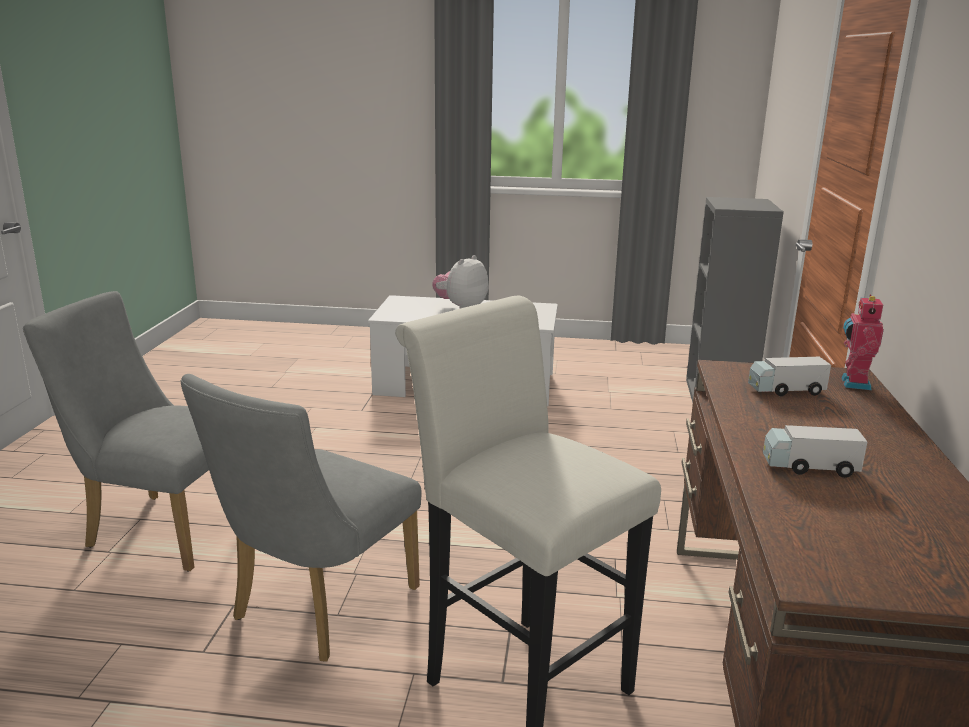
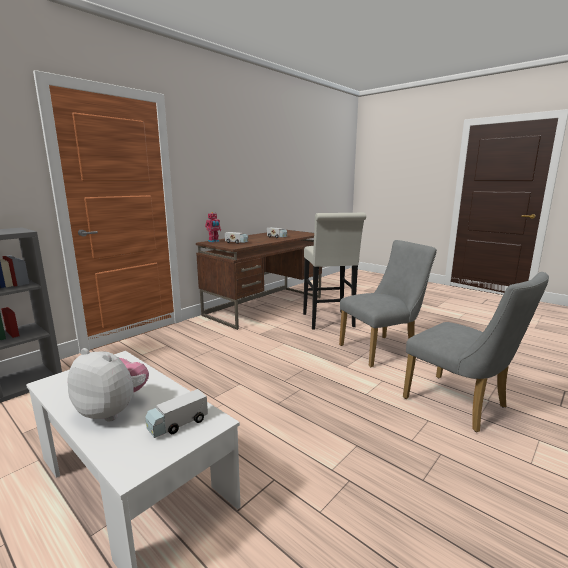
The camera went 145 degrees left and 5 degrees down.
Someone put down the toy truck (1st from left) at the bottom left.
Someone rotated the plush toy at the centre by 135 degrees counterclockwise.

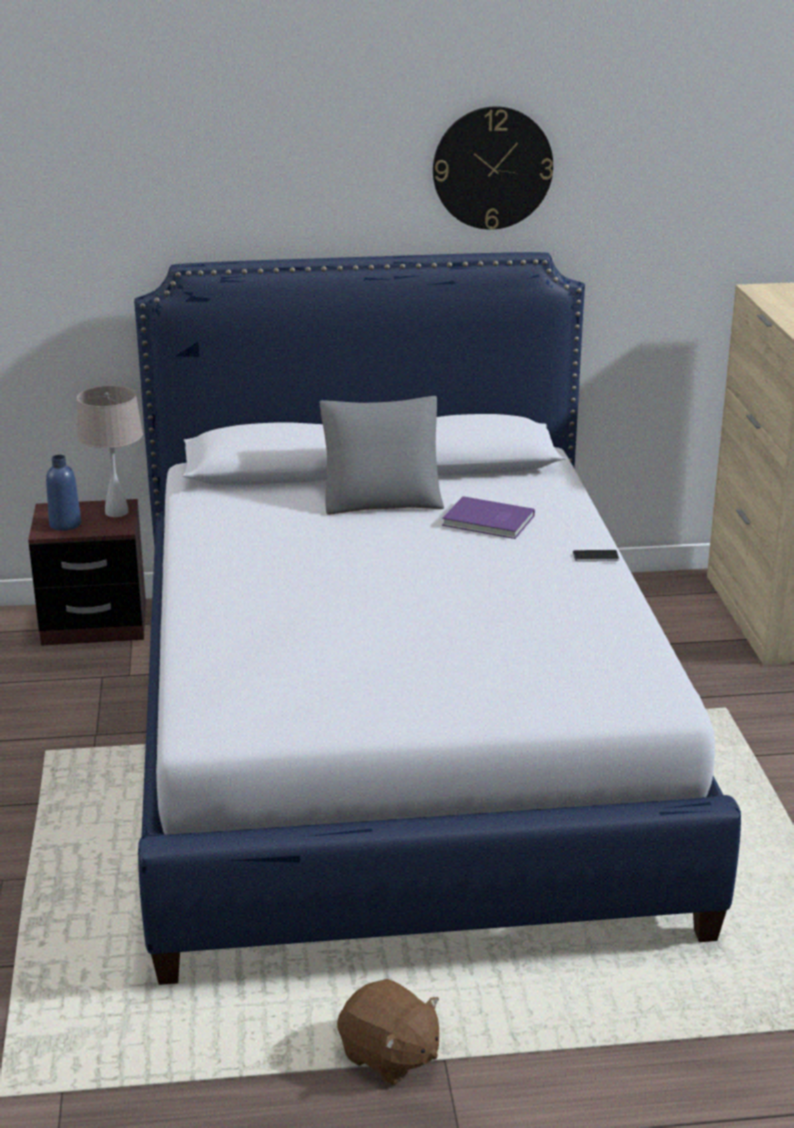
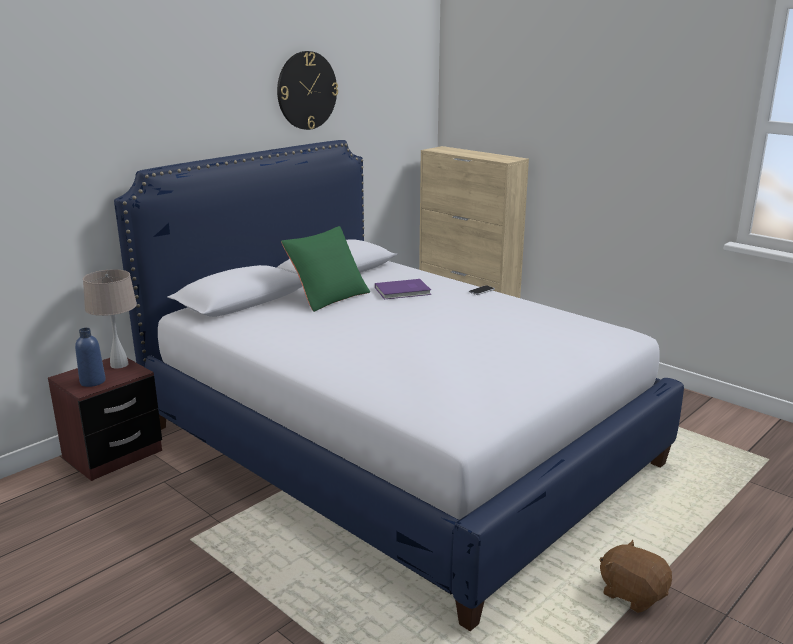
The camera went 40 degrees left and 5 degrees down.
Someone repainted the grey pillow at the centre, which became the green pillow at the centre.
Someone rotated the brown plush toy at the bottom centre by 135 degrees counterclockwise.

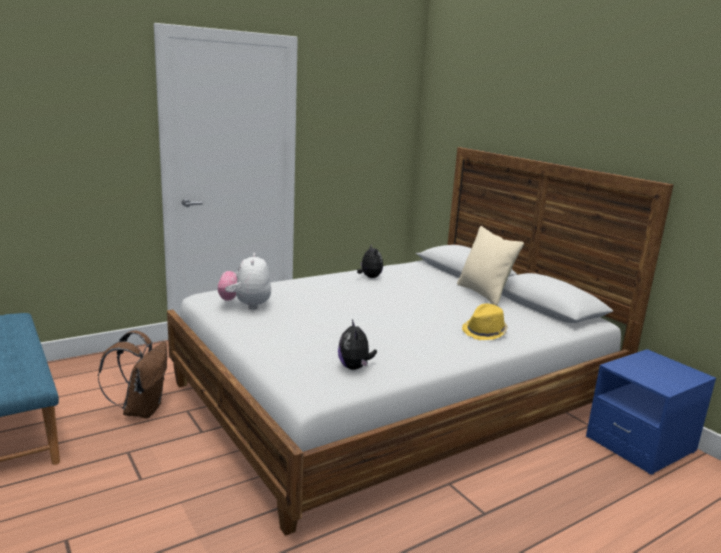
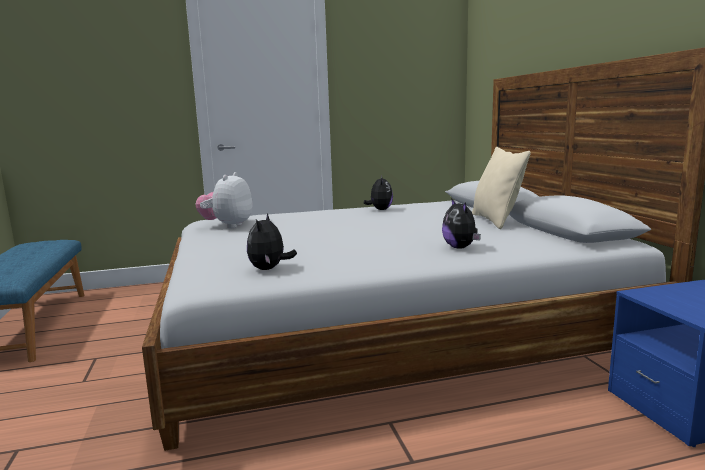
The camera went 20 degrees right and 5 degrees down.
Someone took away the brown backpack at the bottom left.
Someone swapped the yellow hat at the middle right for the plush toy (4th from left) at the centre.

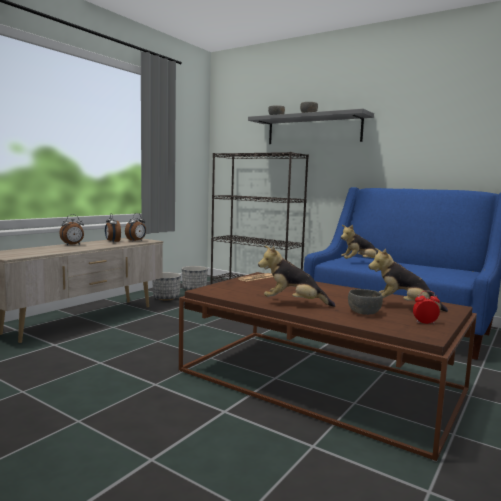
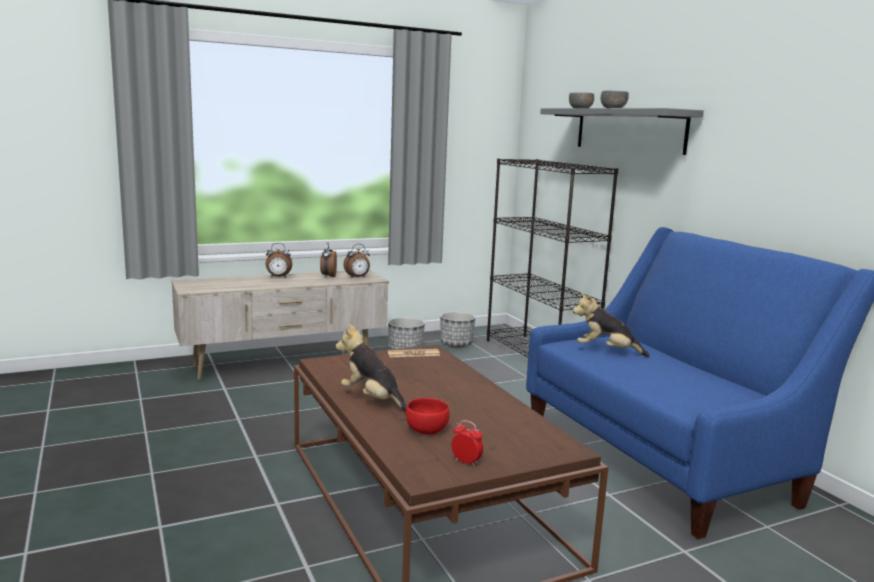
The camera went 30 degrees right and 5 degrees up.
Someone took away the plush toy (3rd from left) at the middle right.
Someone repainted the grey bowl (3rd from left) at the middle right, which became the red bowl at the bottom centre.

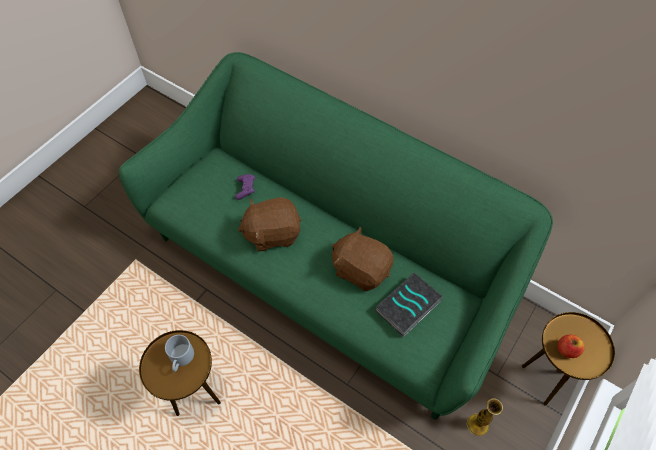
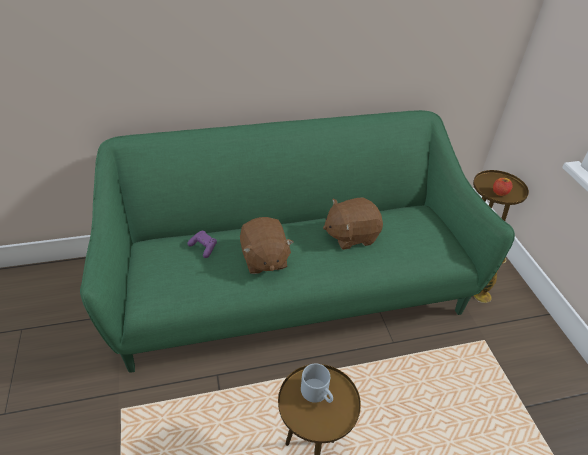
The camera went 50 degrees left and 15 degrees down.
Someone took away the book at the bottom centre.
Someone rotated the brown plush toy (1st from left) at the centre by 45 degrees counterclockwise.

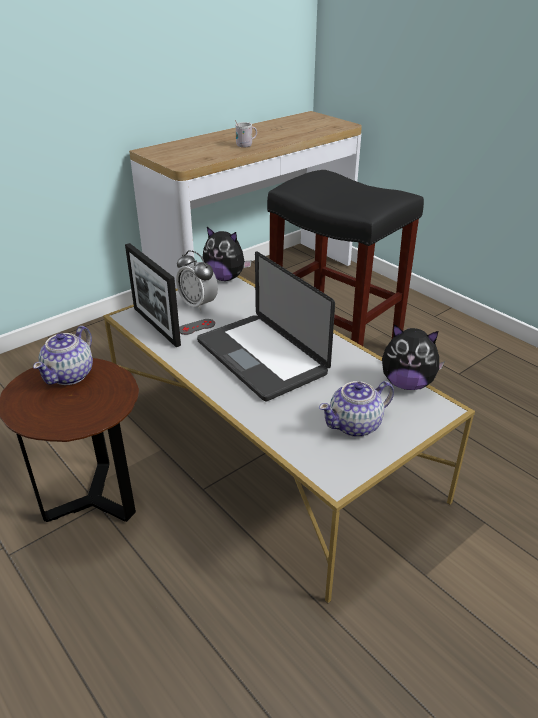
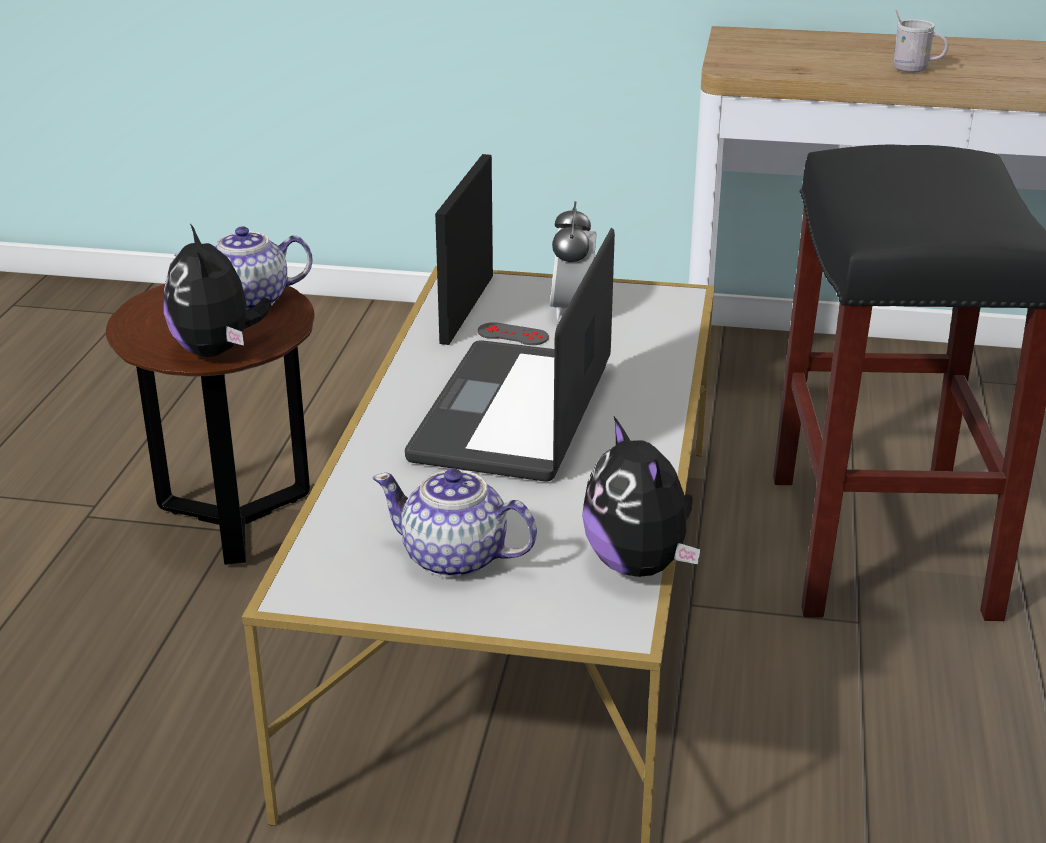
The camera went 50 degrees right and 5 degrees down.
Someone carried the plush toy (1st from left) from the centre to the middle left.

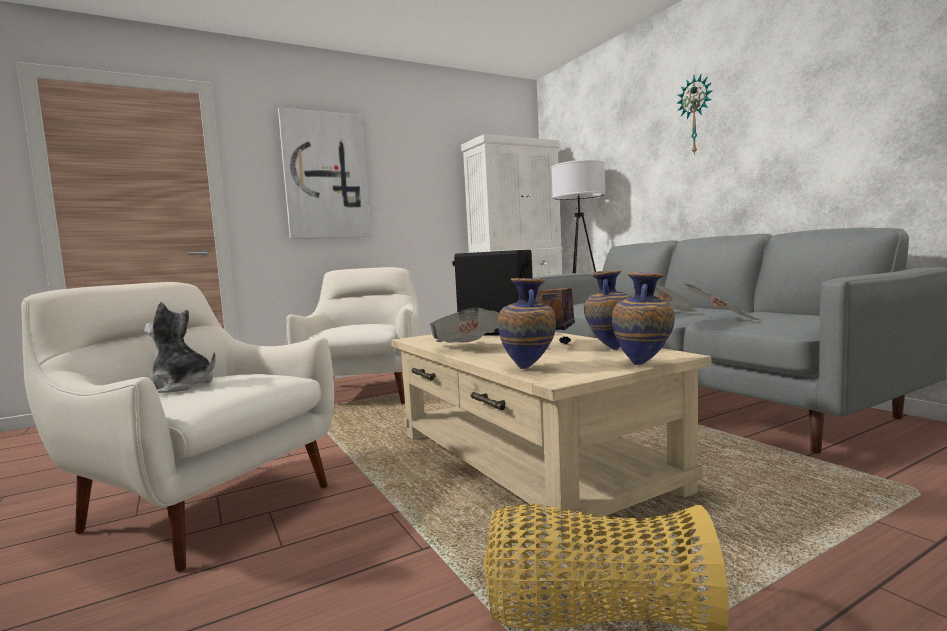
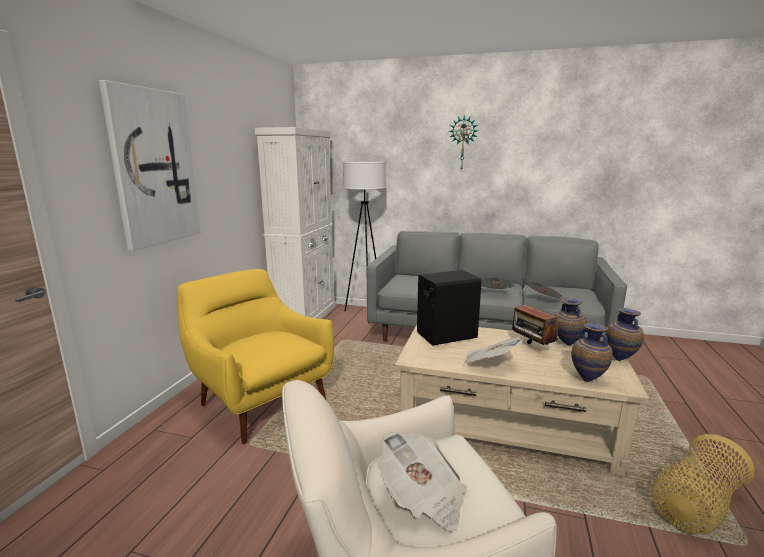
The camera went 45 degrees left and 10 degrees up.
Someone swapped the plush toy at the middle left for the newspaper (1st from left) at the bottom centre.
Someone repainted the white armchair (2nd from left) at the centre, which became the yellow armchair at the centre.

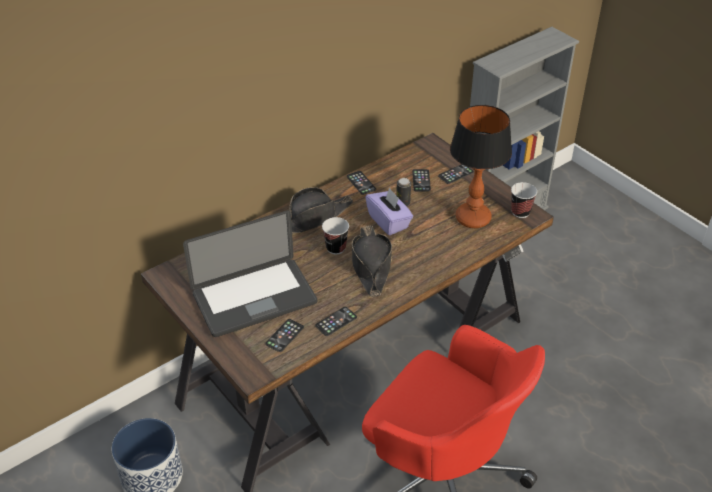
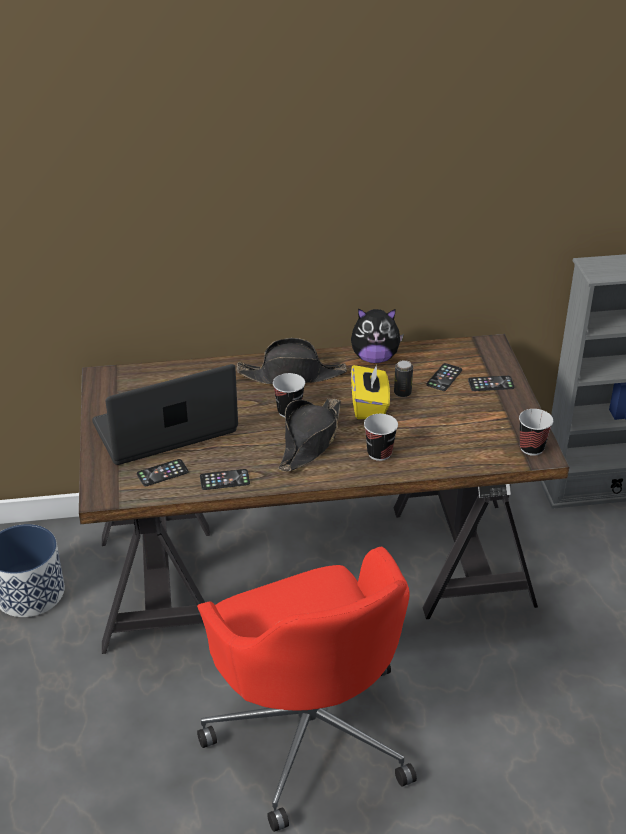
The camera went 30 degrees right and 5 degrees down.
Someone took away the table lamp at the middle right.
Someone put down the cup (2nd from left) at the centre.
Someone swapped the phone (3rd from left) at the centre for the plush toy at the centre.
Someone repainted the purple tissue box at the centre, which became the yellow tissue box at the centre.
Someone rotated the laptop at the centre by 150 degrees clockwise.

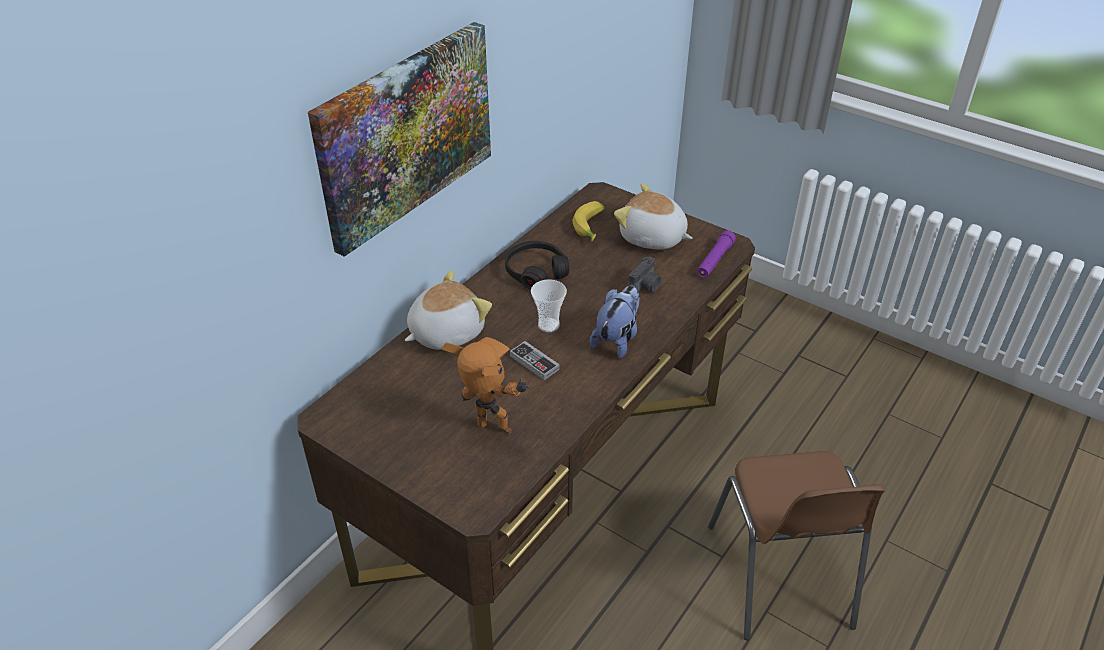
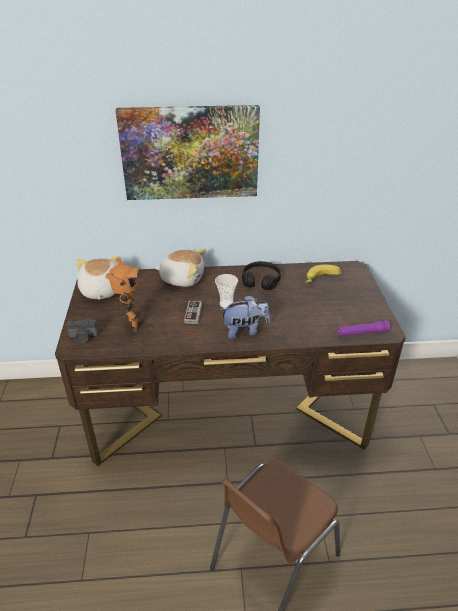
The camera went 50 degrees right and 5 degrees down.
Someone carried the plush toy (3rd from left in the first image) from the top centre to the middle left.
Someone carried the photo camera from the centre to the middle left.

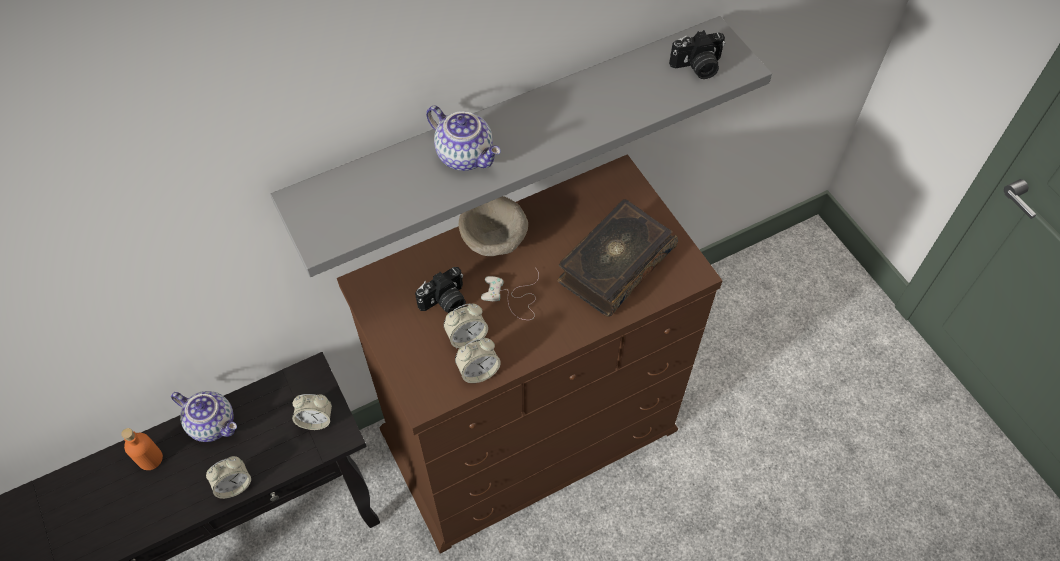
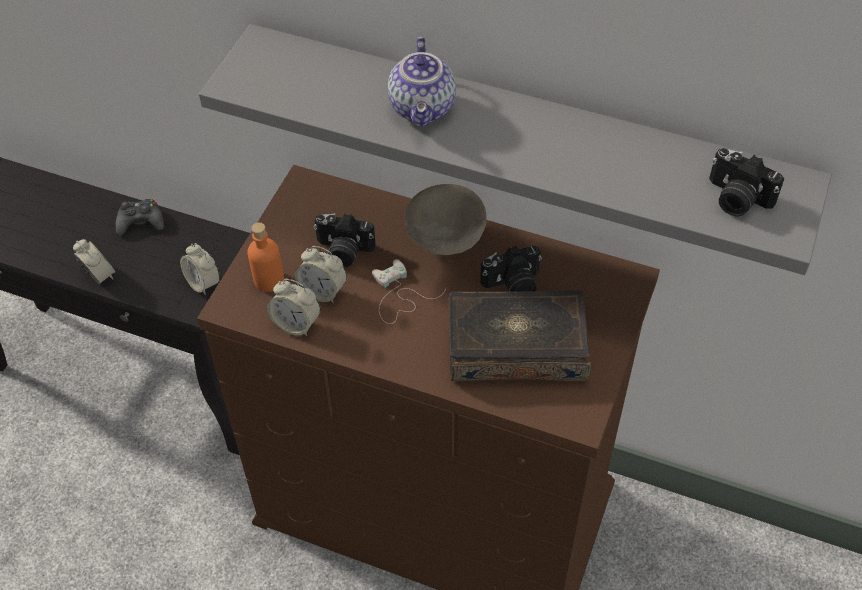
The camera went 50 degrees right and 5 degrees down.
Someone put down the photo camera (2nd from left) at the centre.
Someone carried the orange bottle from the bottom left to the middle left.
Someone swapped the teapot (1st from left) at the bottom left for the black game controller at the middle left.
Someone rotated the alarm clock (1st from left) at the bottom left by 150 degrees counterclockwise.

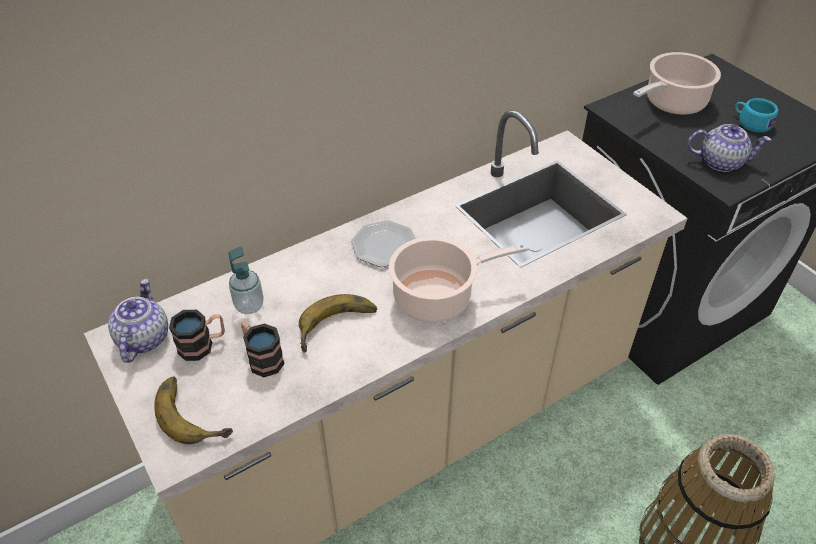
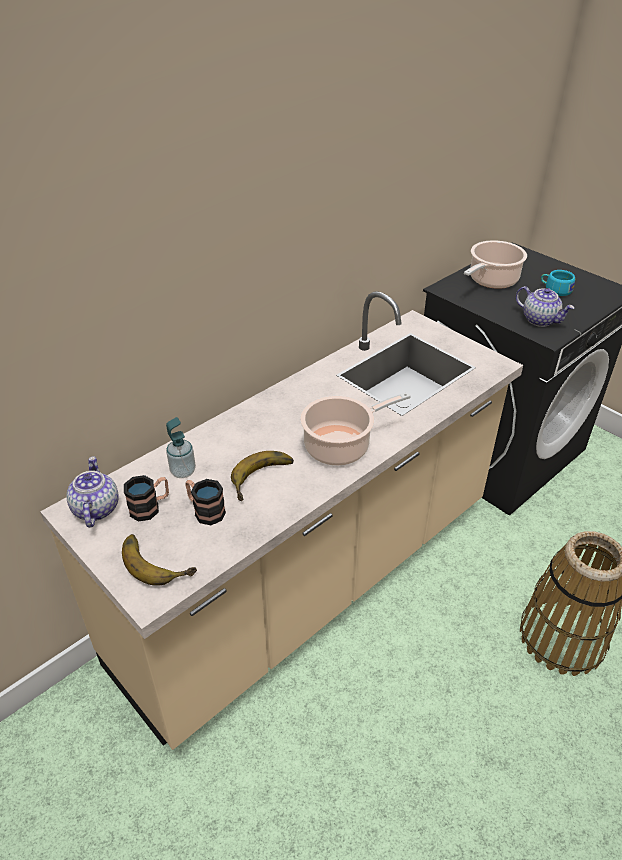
The camera went 10 degrees left and 5 degrees down.
Someone took away the plate at the centre.
Someone rotated the teapot (2nd from left) at the top right by 45 degrees clockwise.

